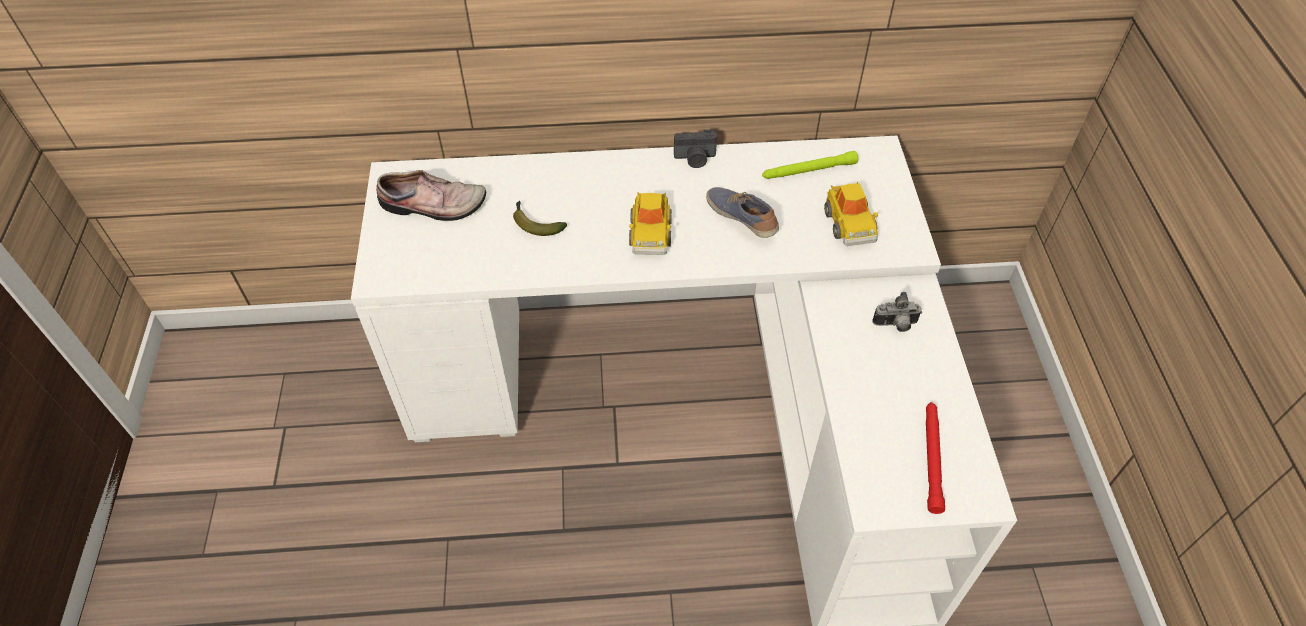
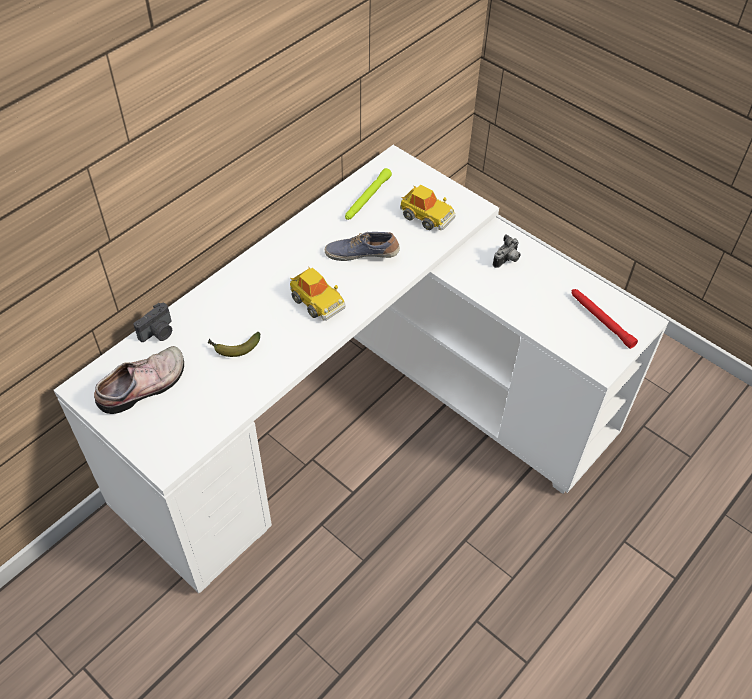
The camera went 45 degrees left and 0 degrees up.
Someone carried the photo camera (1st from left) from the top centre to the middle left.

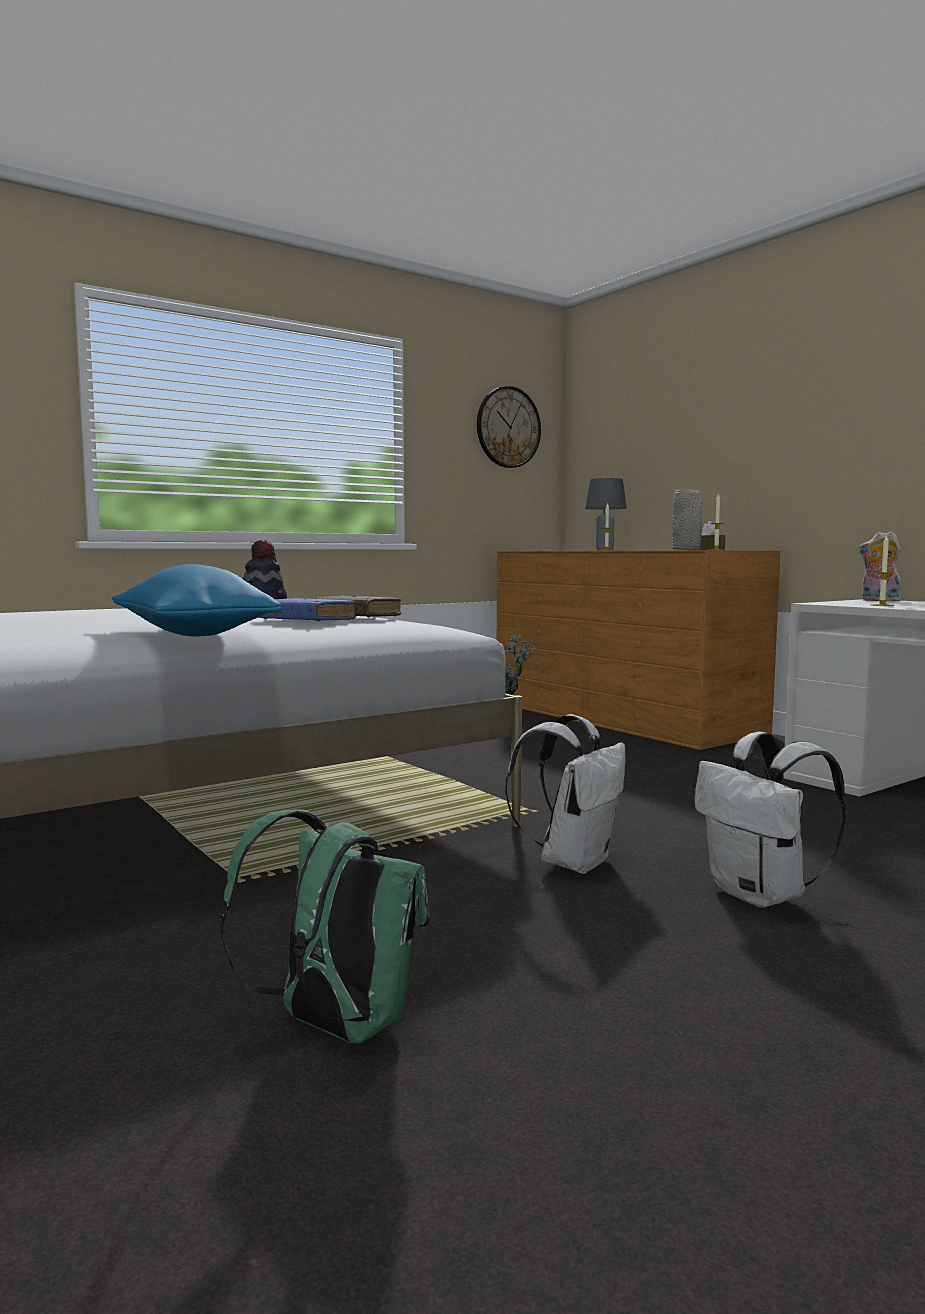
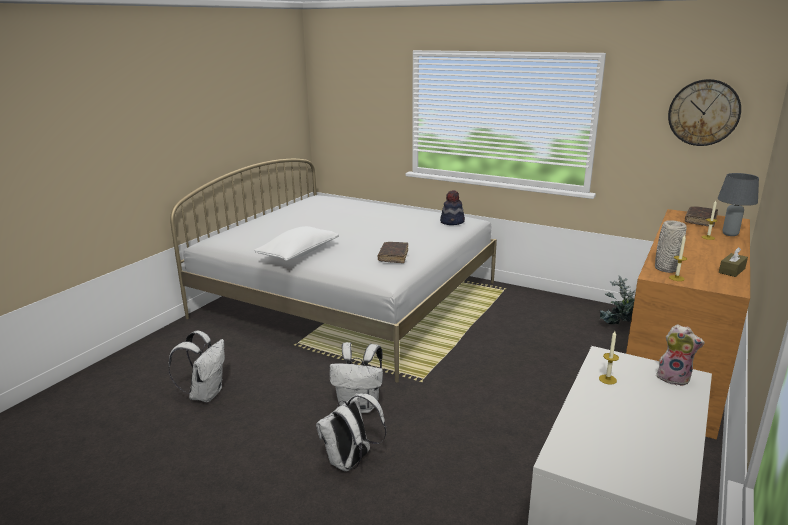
The camera went 65 degrees right and 15 degrees up.
Someone took away the blue book at the middle left.
Someone put down the brown book (2nd from left) at the middle right.
Someone repainted the blue pillow at the middle left, which became the white pillow at the centre.
Someone repainted the green backpack at the bottom centre, which became the white backpack (1st from left) at the bottom left.
Someone rotated the plush toy at the middle right by 105 degrees clockwise.

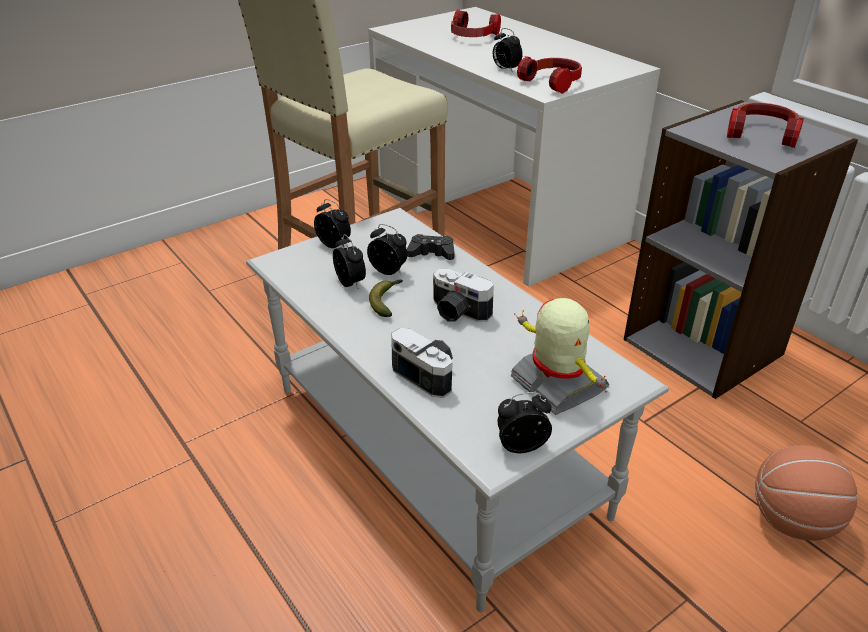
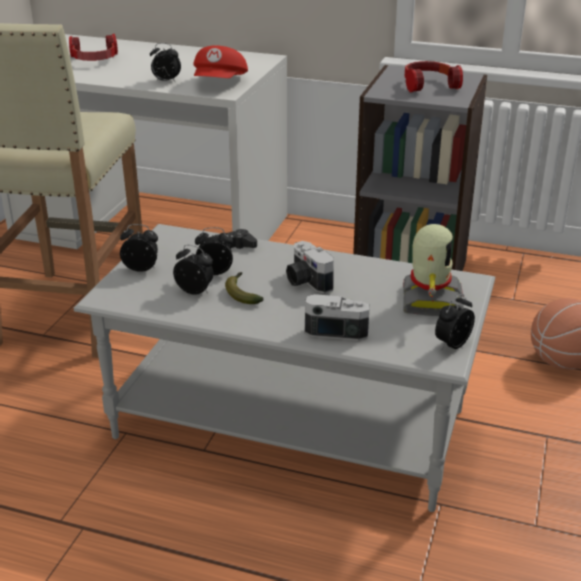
The camera went 35 degrees left and 5 degrees down.
Someone swapped the headphones (2nd from left) at the top centre for the red cap at the top centre.
Someone rotated the photo camera (2nd from left in the first image) at the centre by 60 degrees clockwise.
Someone rotated the toy robot at the centre by 75 degrees clockwise.

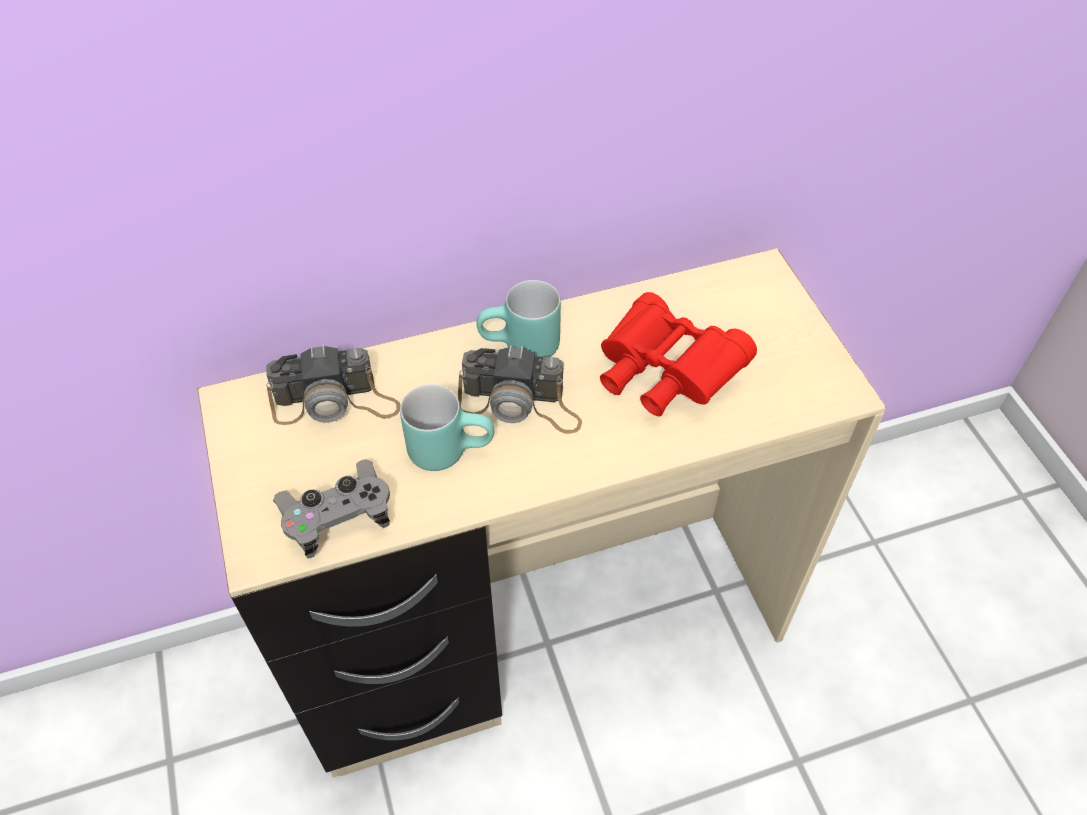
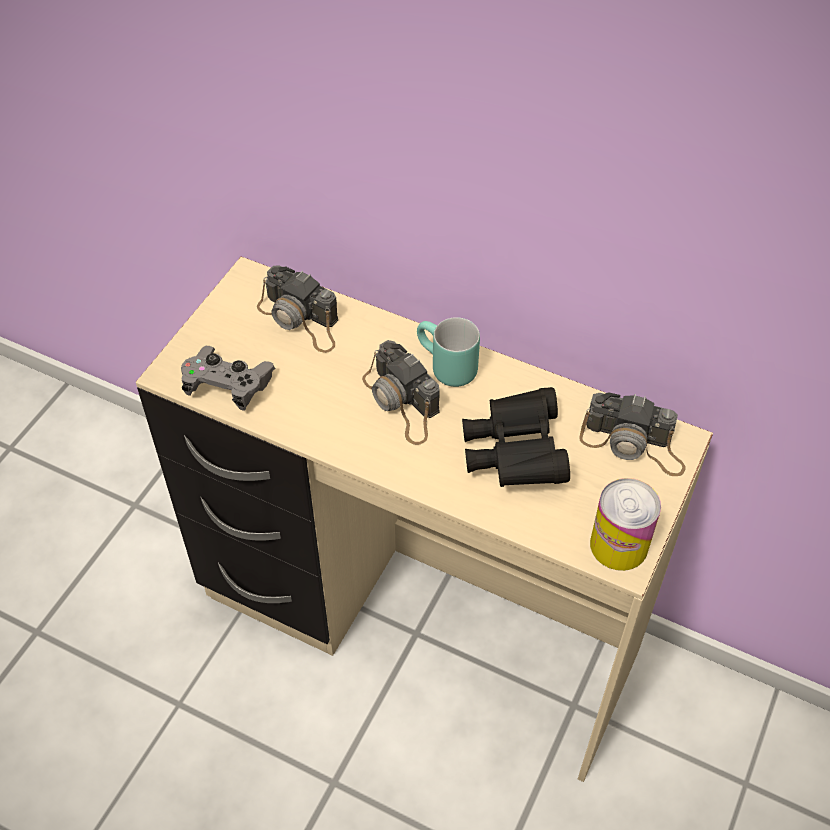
The camera went 45 degrees right and 0 degrees up.
Someone took away the turquoise mug (1st from left) at the centre.
Someone put down the photo camera (3rd from left) at the middle right.
Someone put down the can at the middle right.
Someone repainted the red binoculars at the centre, which became the black binoculars at the centre.

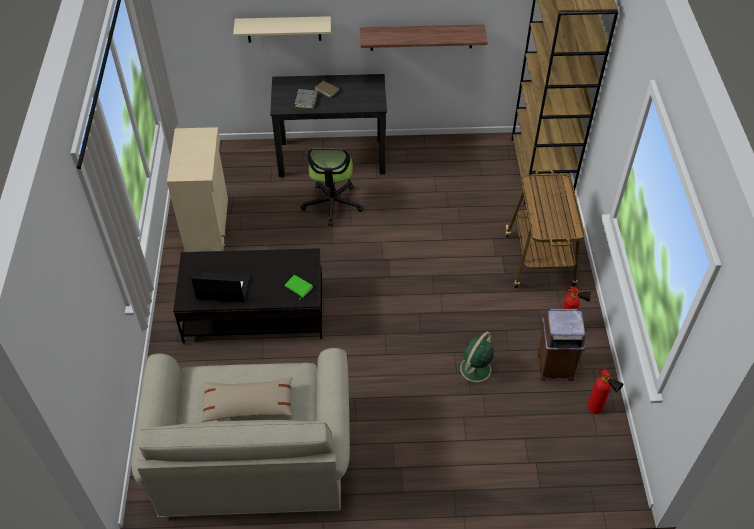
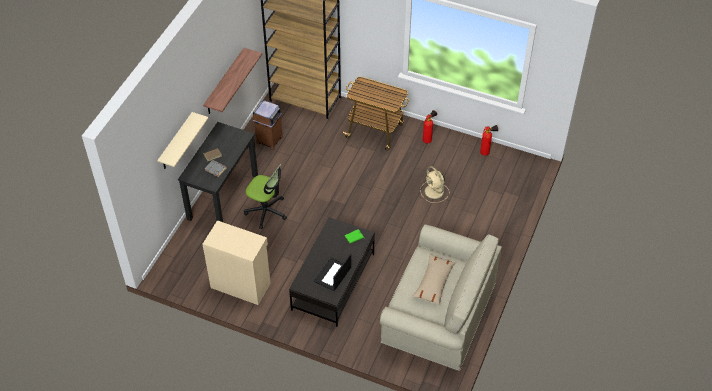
The camera went 65 degrees left and 0 degrees up.
Someone carried the brown trash can from the middle right to the top centre.
Someone repainted the green fan at the bottom centre, which became the beige fan at the centre.

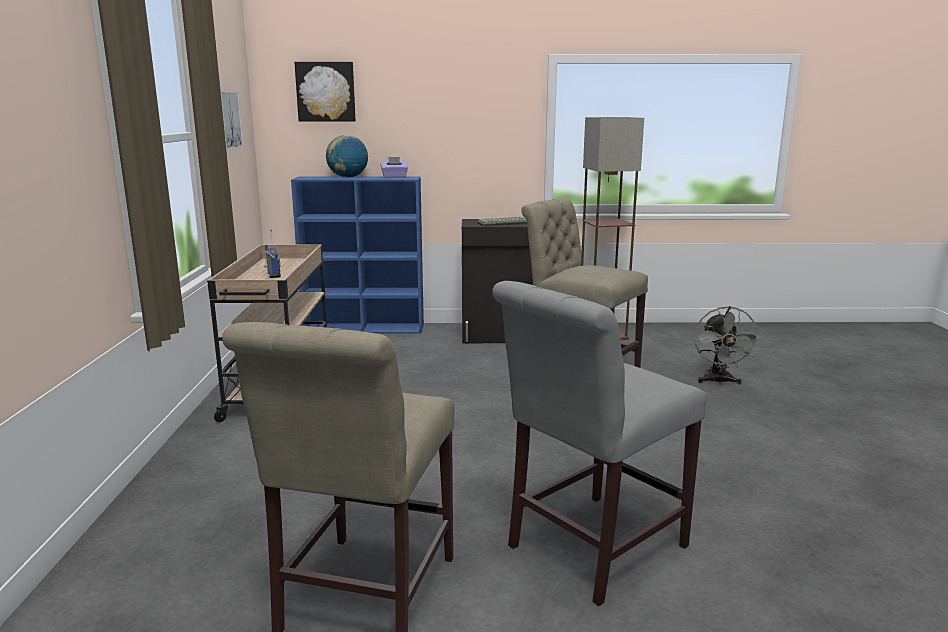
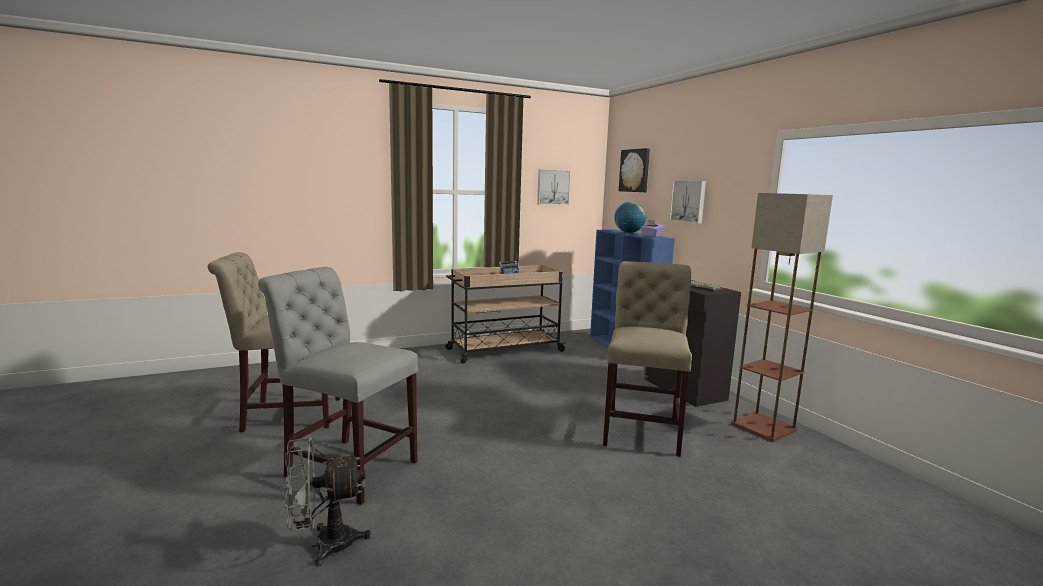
The camera went 65 degrees right and 5 degrees down.
Someone put up the picture (3rd from left) at the centre.
Someone carried the grey fan from the middle right to the bottom left.

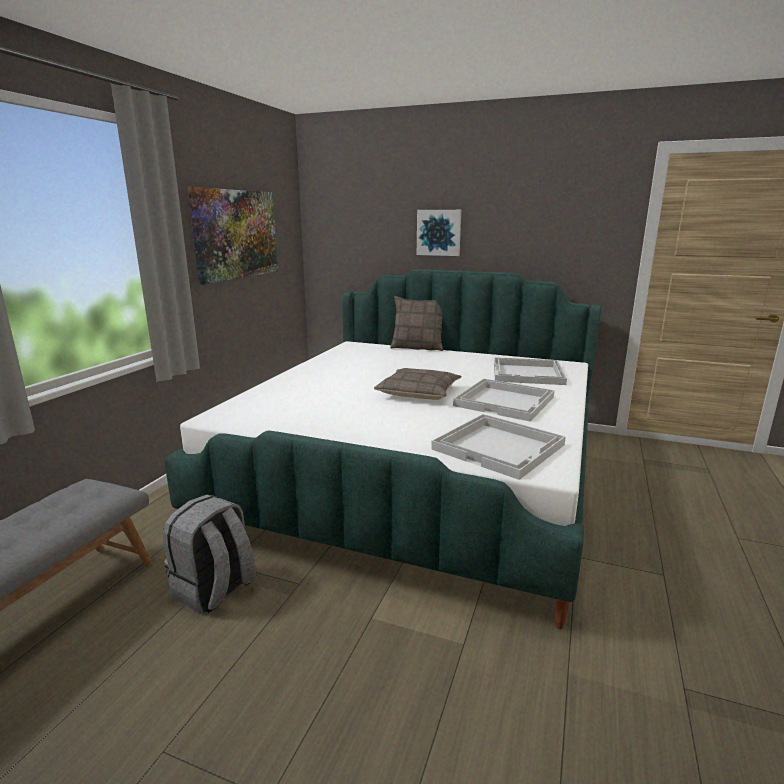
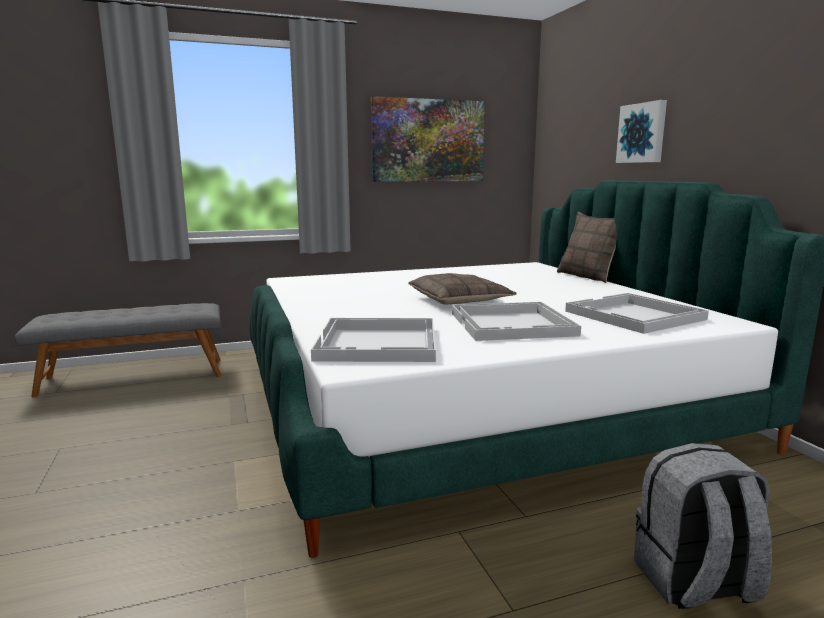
The camera went 50 degrees right and 5 degrees down.
Someone carried the grey backpack from the bottom left to the bottom right.

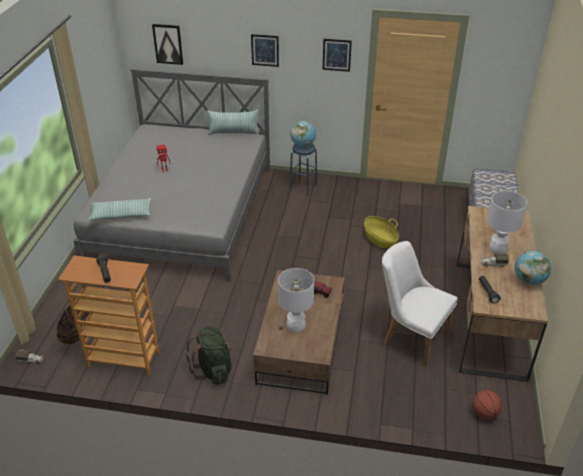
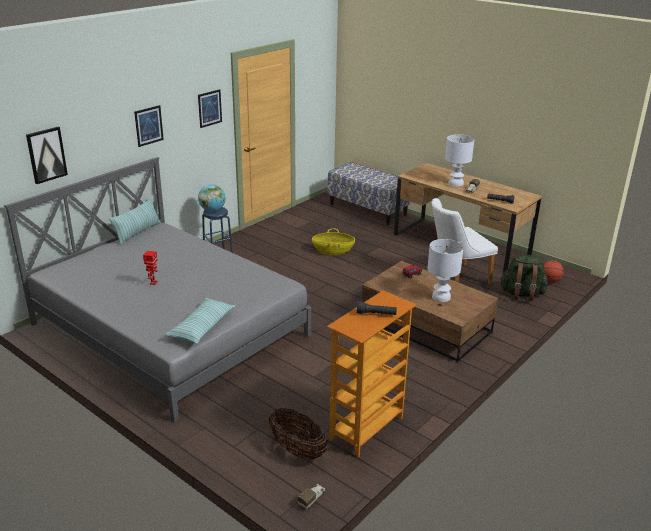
The camera went 60 degrees left and 10 degrees down.
Someone took away the globe (2nd from left) at the middle right.
Someone carried the green backpack from the bottom centre to the middle right.

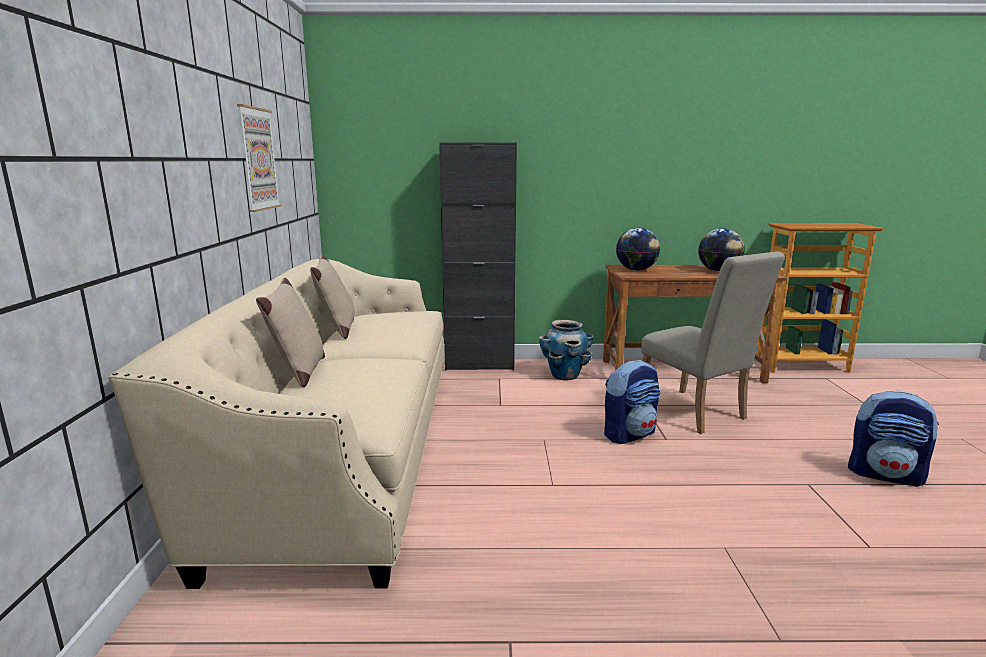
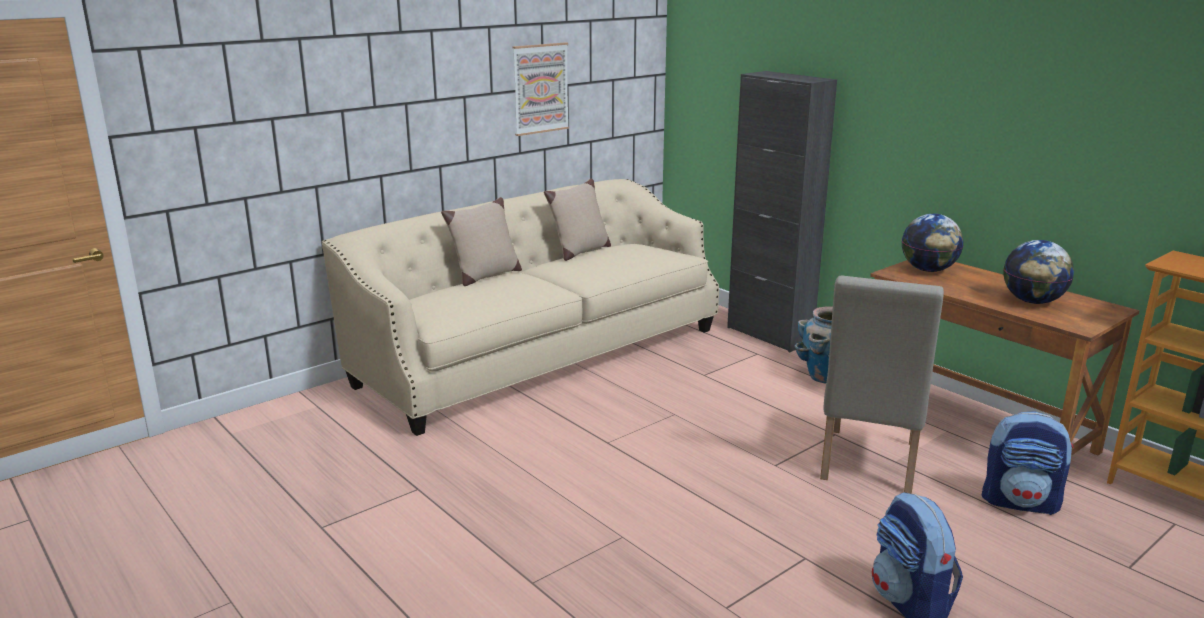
The camera went 50 degrees right and 5 degrees up.
Someone carried the backpack (1st from left in the first image) from the centre to the bottom right.

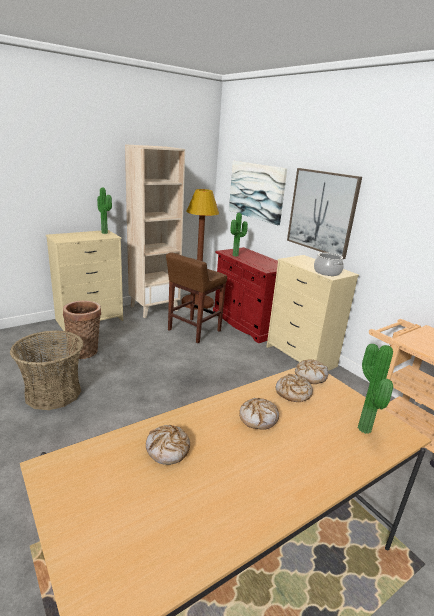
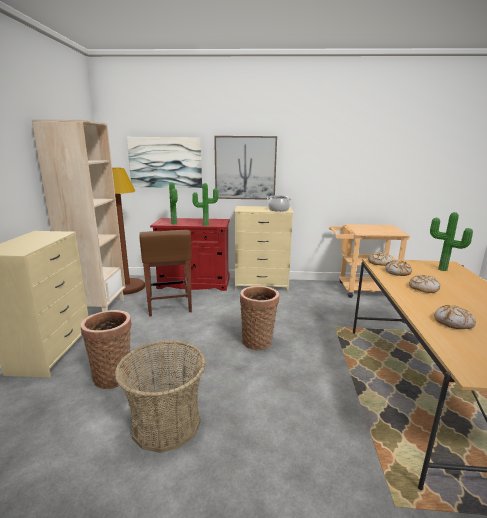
The camera went 50 degrees left and 5 degrees down.
Someone put down the basket (3rd from left) at the centre.
Someone carried the potted plant (1st from left in the first image) from the middle left to the centre.

